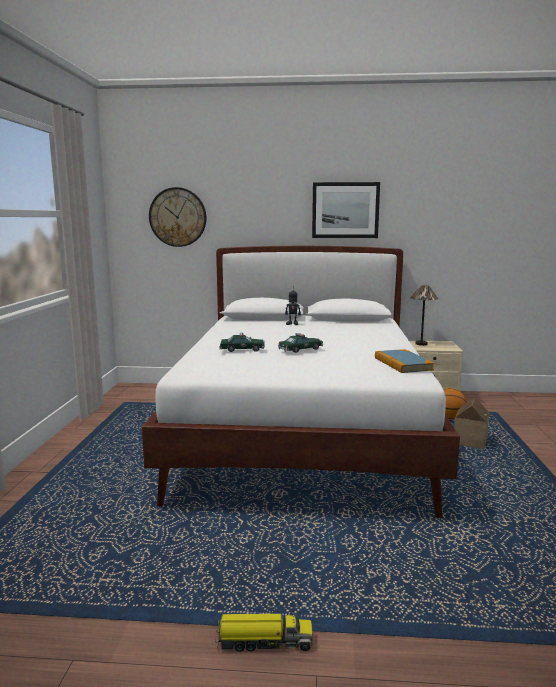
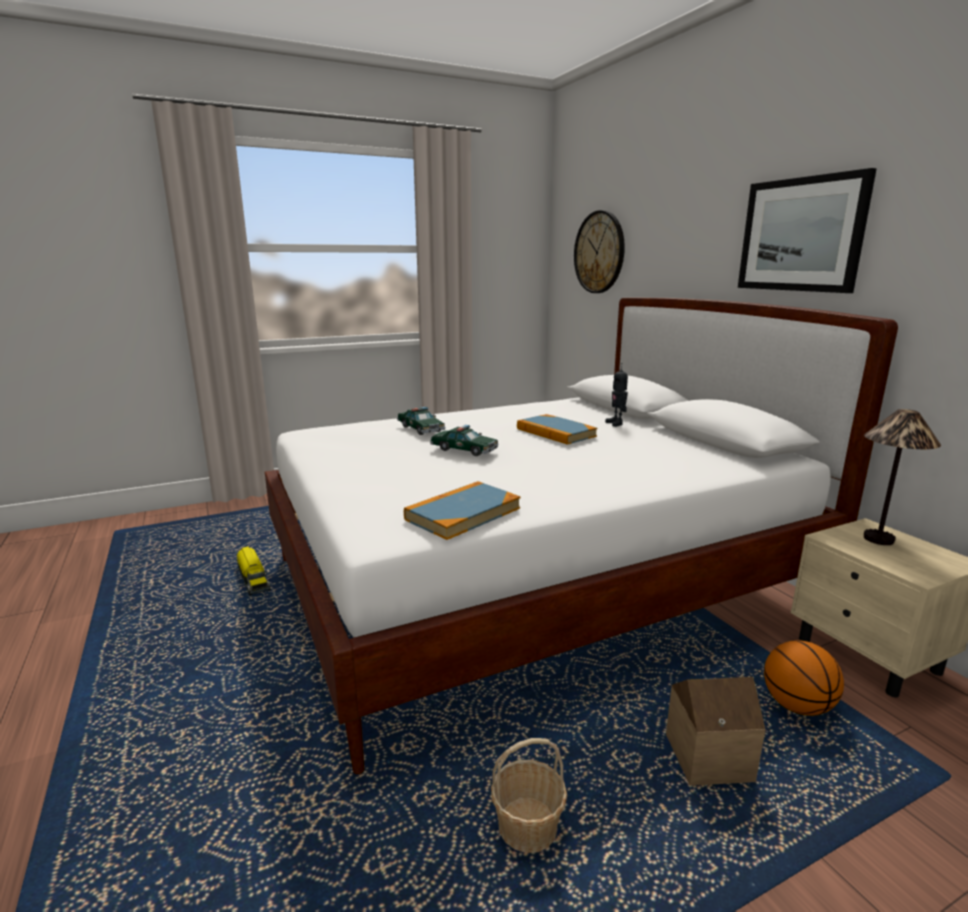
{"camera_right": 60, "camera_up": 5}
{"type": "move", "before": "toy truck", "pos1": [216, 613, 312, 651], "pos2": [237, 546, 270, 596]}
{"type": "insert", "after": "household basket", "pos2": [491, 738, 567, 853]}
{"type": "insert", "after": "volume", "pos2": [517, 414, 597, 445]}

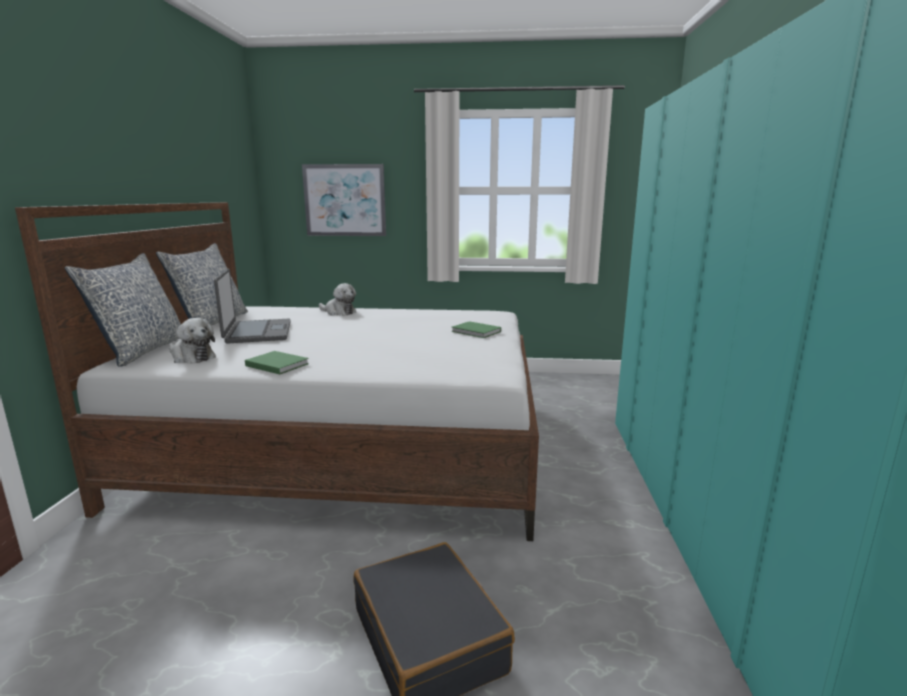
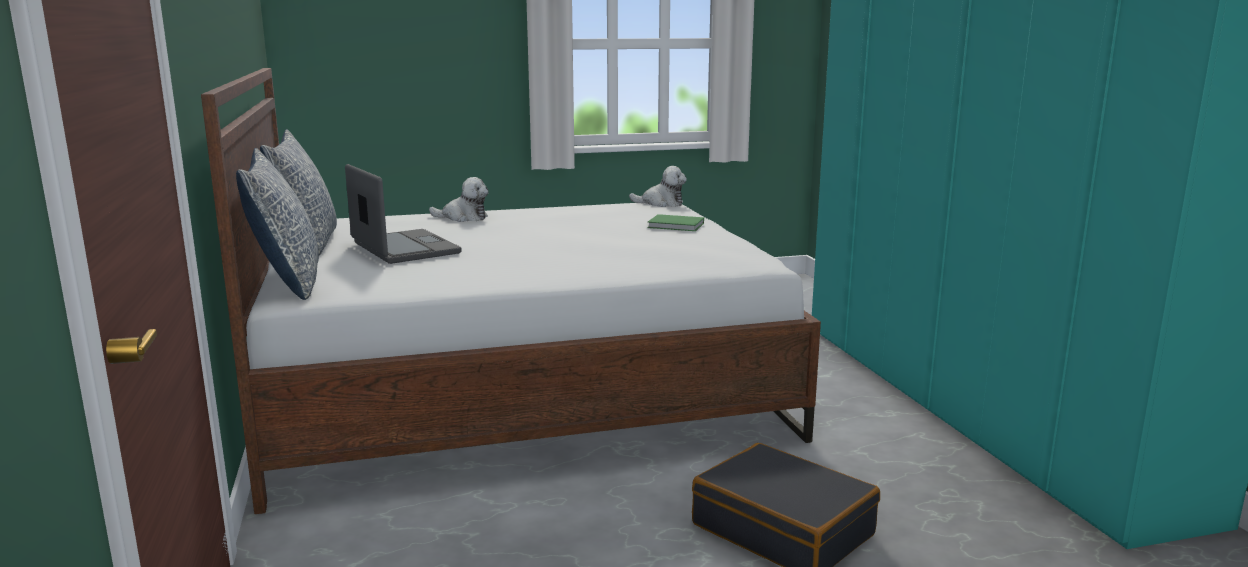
{"camera_right": -20, "camera_up": 0}
{"type": "move", "before": "soft toy", "pos1": [169, 318, 216, 364], "pos2": [629, 166, 687, 207]}
{"type": "delete", "before": "green-coloured volume", "pos1": [245, 351, 309, 375]}
{"type": "delete", "before": "wall art", "pos1": [302, 164, 386, 236]}

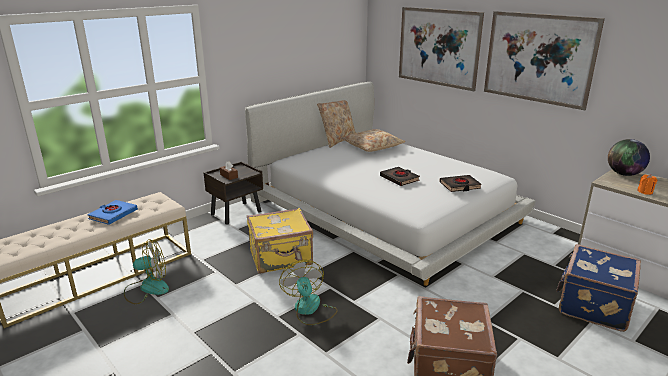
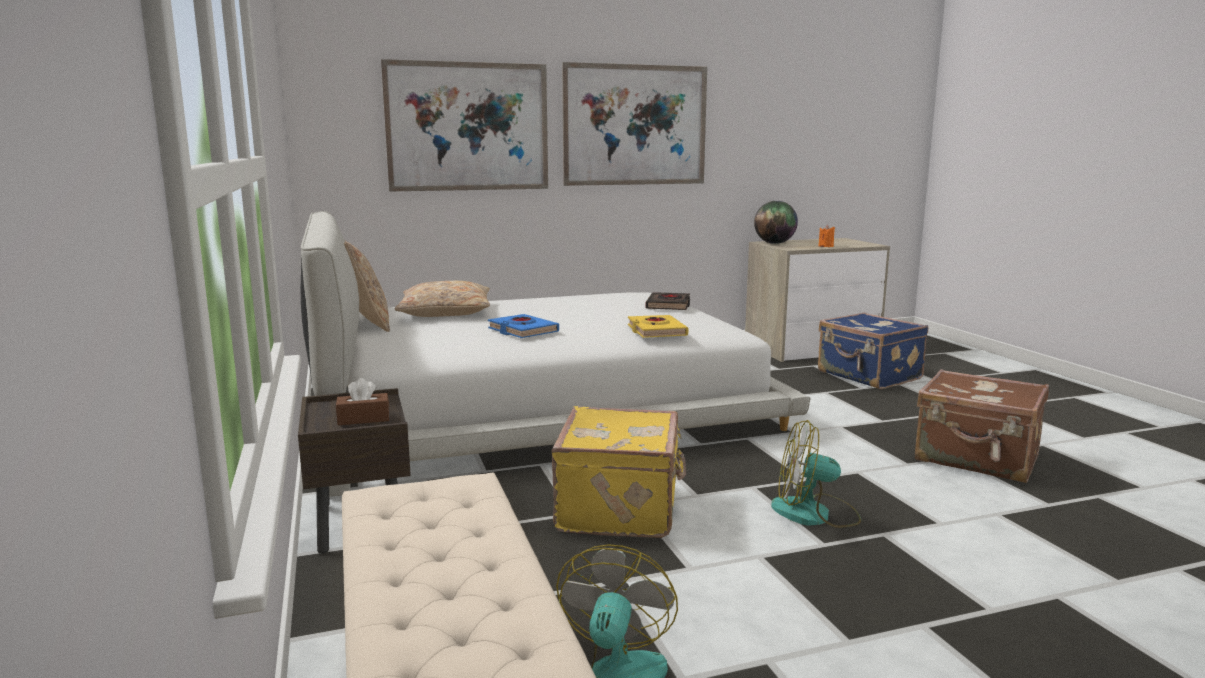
{"camera_right": -65, "camera_up": -10}
{"type": "move", "before": "bluish volume", "pos1": [87, 200, 138, 225], "pos2": [488, 314, 559, 338]}
{"type": "delete", "before": "blackish volume", "pos1": [380, 167, 420, 186]}
{"type": "insert", "after": "yellow volume", "pos2": [628, 315, 688, 338]}

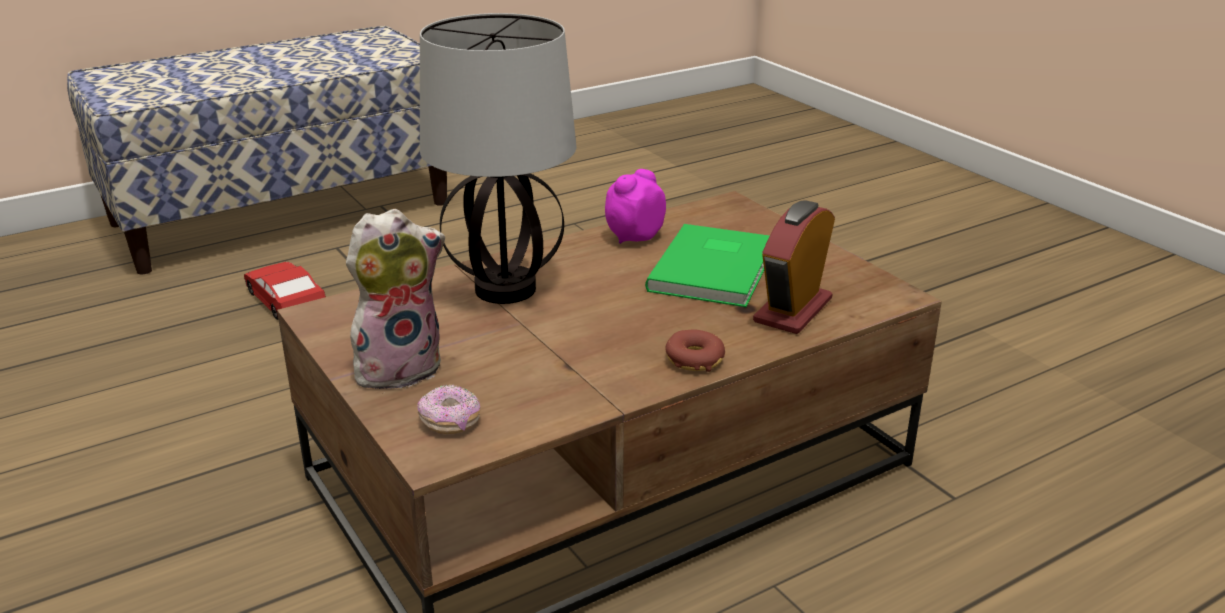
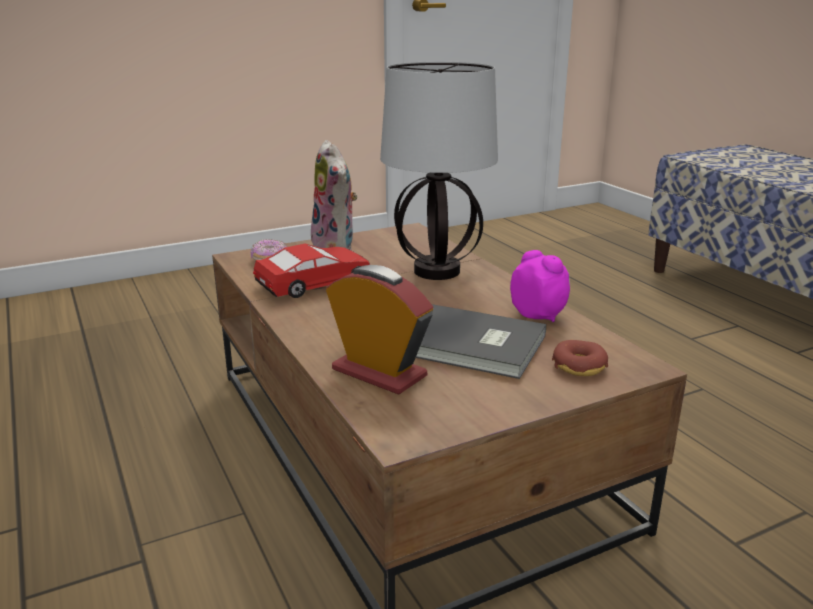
{"camera_right": 95, "camera_up": -5}
{"type": "move", "before": "model car", "pos1": [244, 262, 326, 320], "pos2": [253, 243, 370, 298]}
{"type": "recolor", "before": "green-coloured volume", "after": "greyish volume", "pos1": [645, 224, 769, 307], "pos2": [416, 304, 546, 379]}
{"type": "move", "before": "ring doughnut", "pos1": [665, 329, 725, 372], "pos2": [552, 340, 608, 376]}

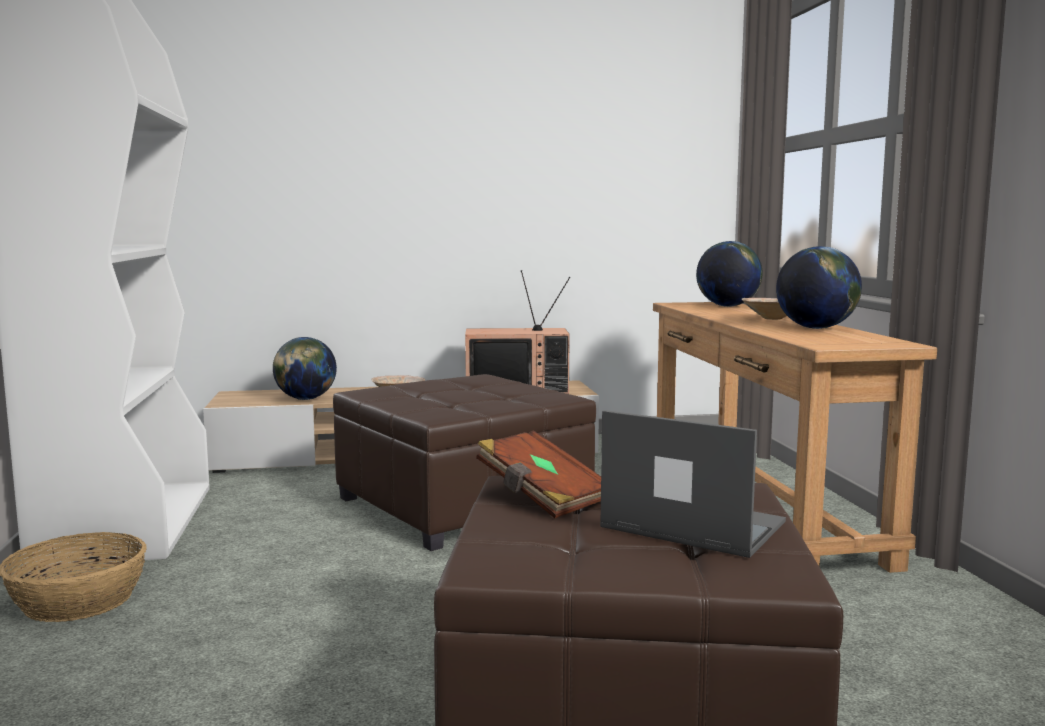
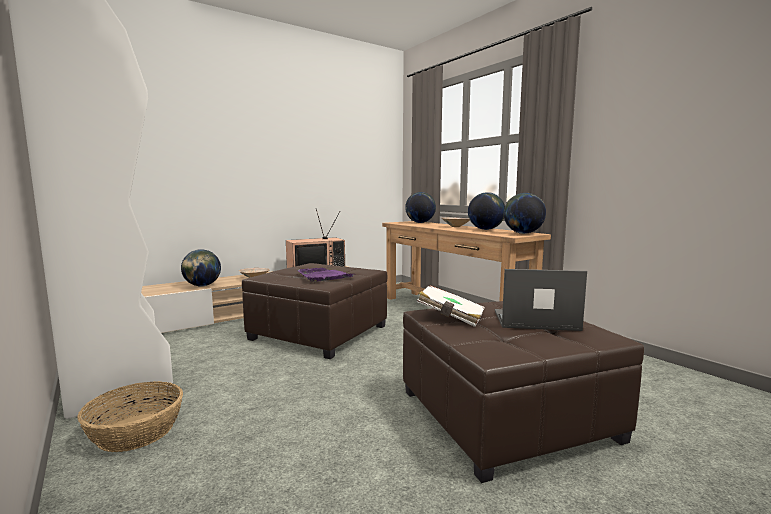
{"camera_right": -25, "camera_up": 0}
{"type": "recolor", "before": "brown volume", "after": "white volume", "pos1": [476, 430, 601, 518], "pos2": [417, 285, 485, 327]}
{"type": "insert", "after": "purple-coloured serving tray", "pos2": [298, 268, 354, 282]}
{"type": "insert", "after": "world globe", "pos2": [504, 193, 546, 234]}

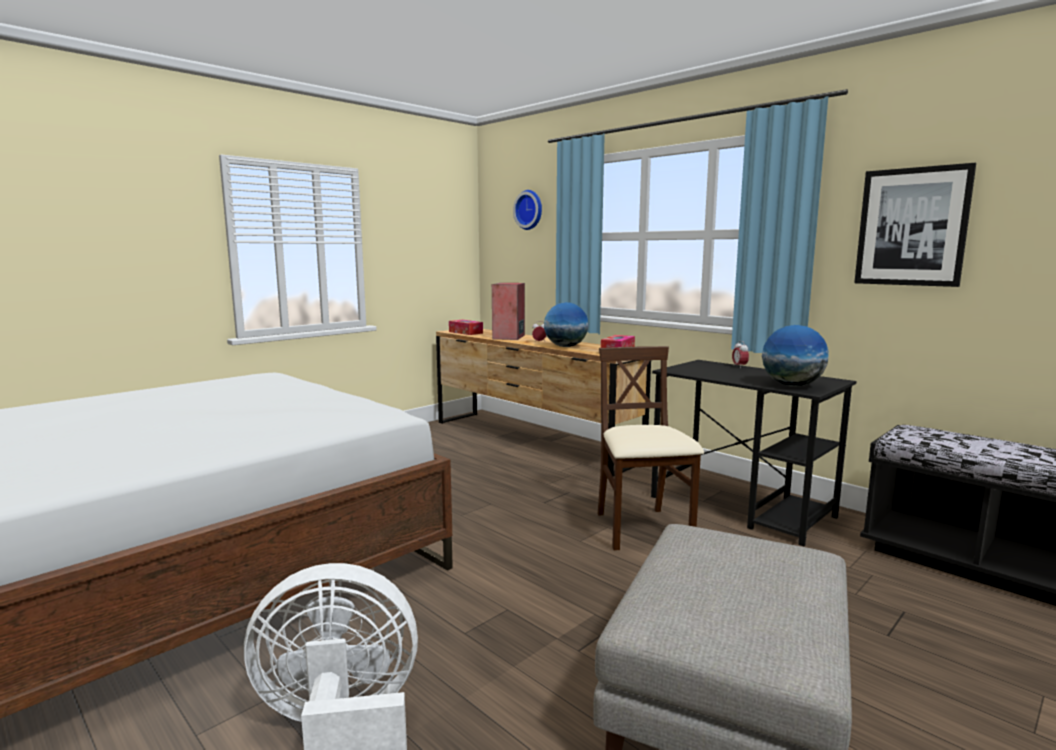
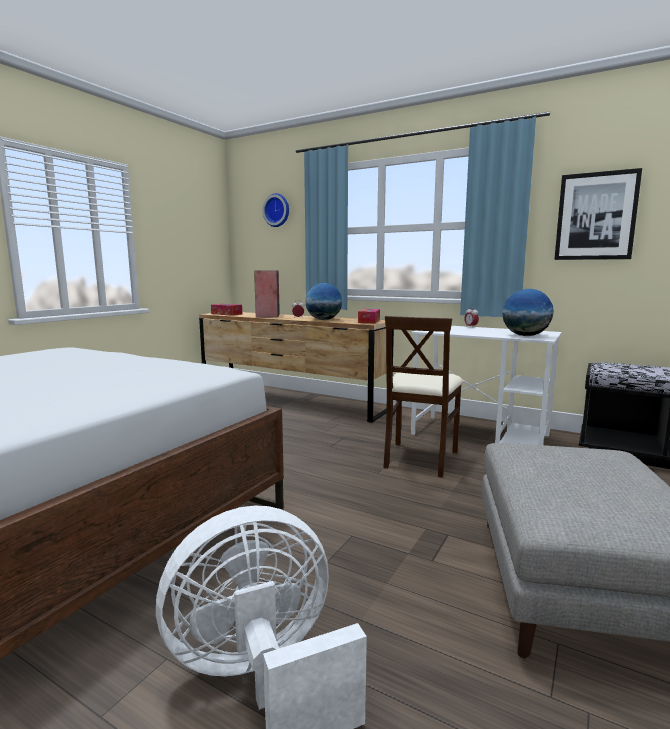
{"camera_right": -15, "camera_up": 0}
{"type": "rotate", "before": "beige plain chair", "pos1": [598, 346, 704, 551], "pos2": [383, 316, 463, 478], "turn": -135}
{"type": "recolor", "before": "blackish desk table", "after": "white desk table", "pos1": [651, 360, 856, 546], "pos2": [411, 326, 562, 445]}

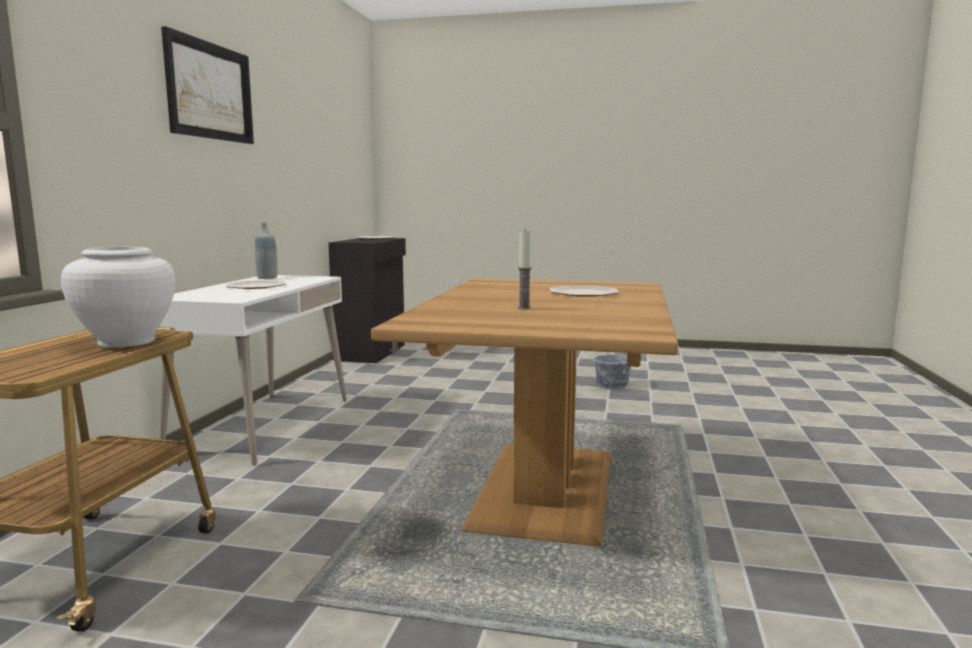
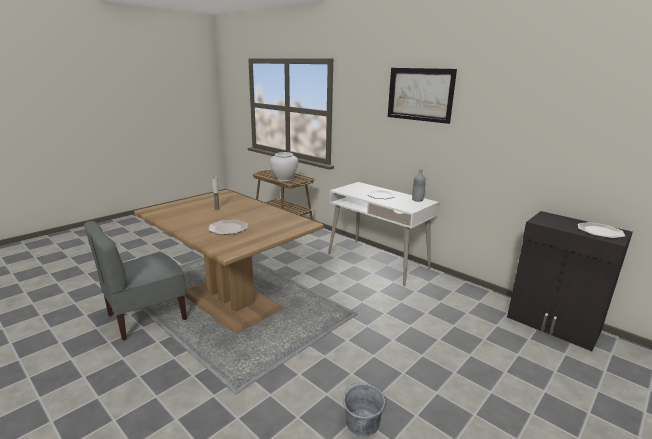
{"camera_right": 120, "camera_up": 10}
{"type": "insert", "after": "greyish plain chair", "pos2": [84, 221, 187, 340]}

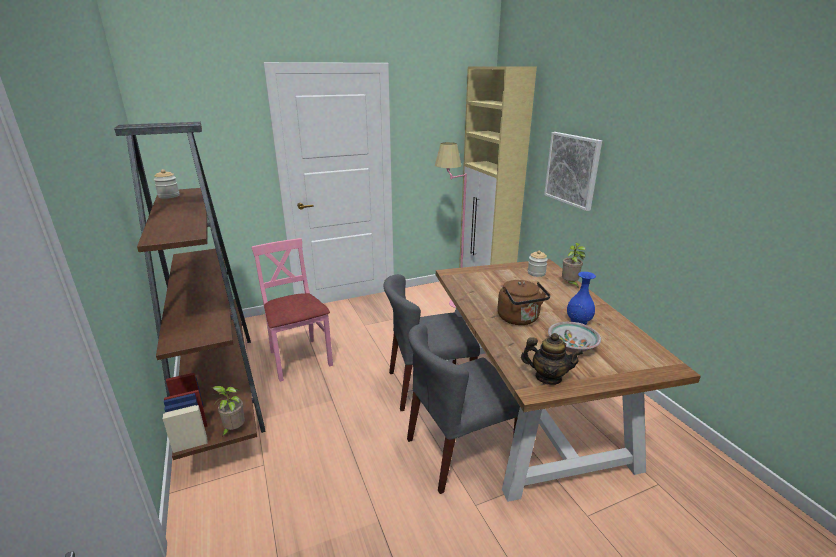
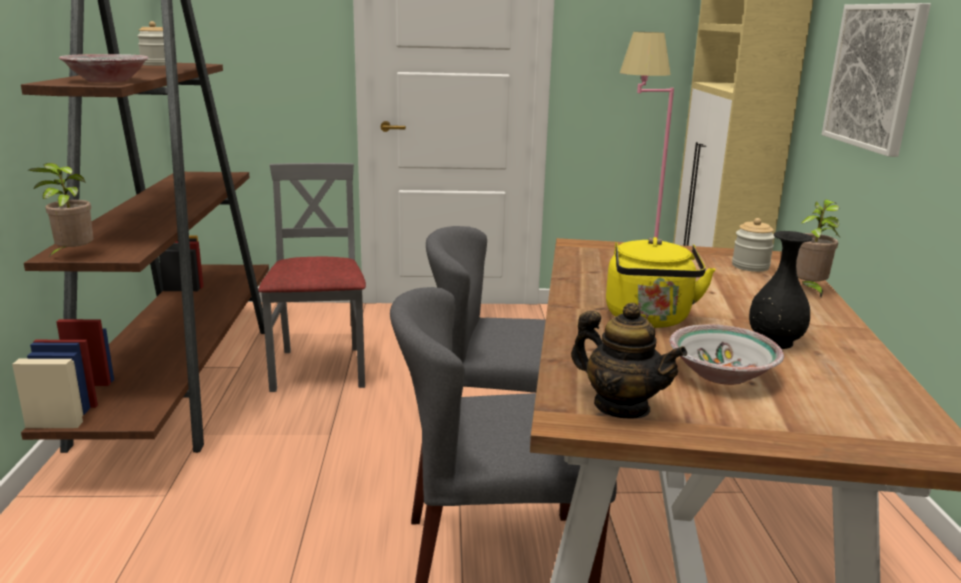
{"camera_right": 20, "camera_up": -5}
{"type": "move", "before": "plant in a pot", "pos1": [212, 386, 245, 438], "pos2": [28, 163, 93, 259]}
{"type": "recolor", "before": "pinkish plain chair", "after": "greyish plain chair", "pos1": [251, 238, 333, 382], "pos2": [258, 163, 366, 392]}
{"type": "recolor", "before": "brown kettle", "after": "yellow kettle", "pos1": [497, 280, 550, 325], "pos2": [606, 237, 715, 328]}
{"type": "recolor", "before": "bluish vase", "after": "blackish vase", "pos1": [567, 272, 596, 325], "pos2": [749, 231, 812, 349]}
{"type": "insert", "after": "bowl", "pos2": [59, 54, 149, 83]}

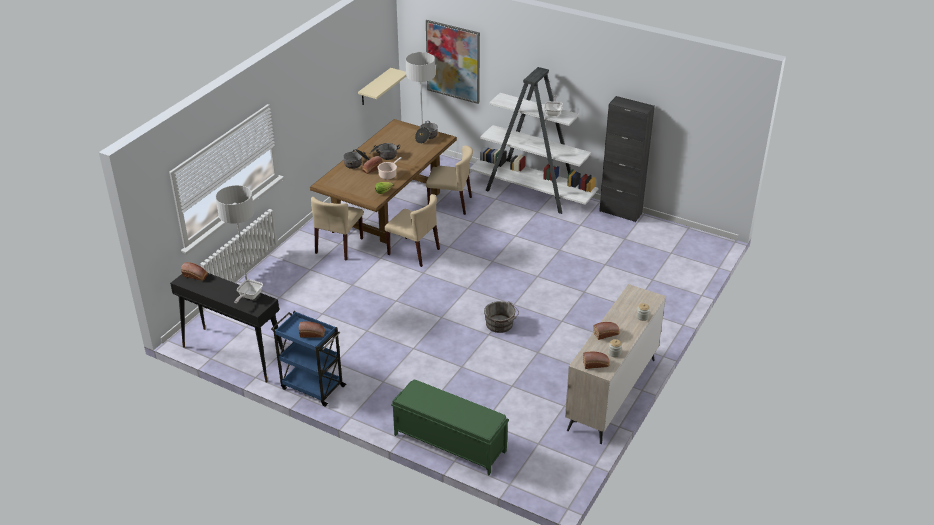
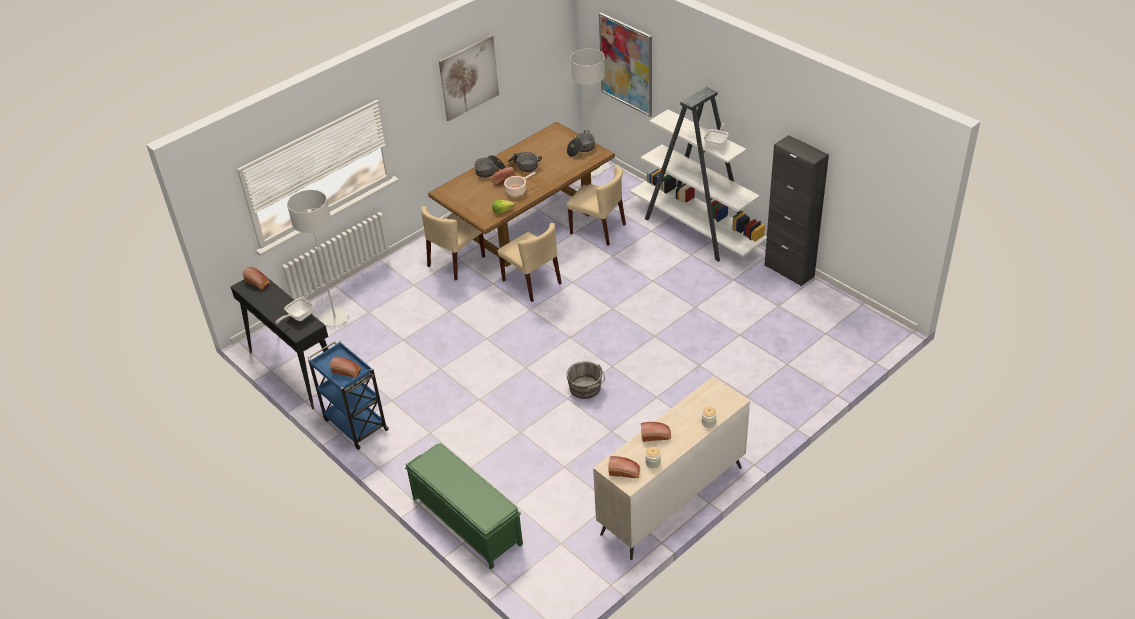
{"camera_right": 20, "camera_up": 5}
{"type": "delete", "before": "beige shelf", "pos1": [358, 68, 406, 105]}
{"type": "insert", "after": "wall art", "pos2": [439, 35, 499, 121]}

